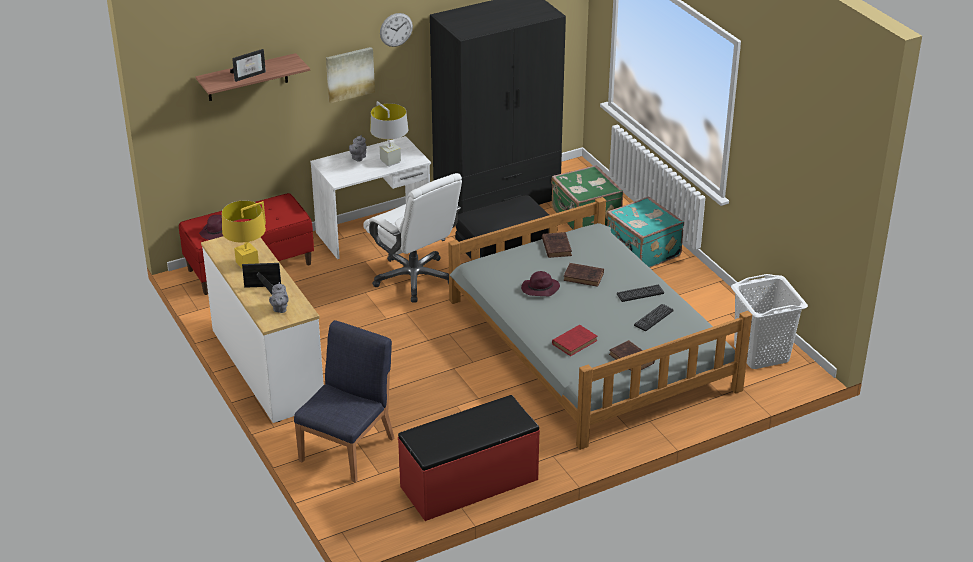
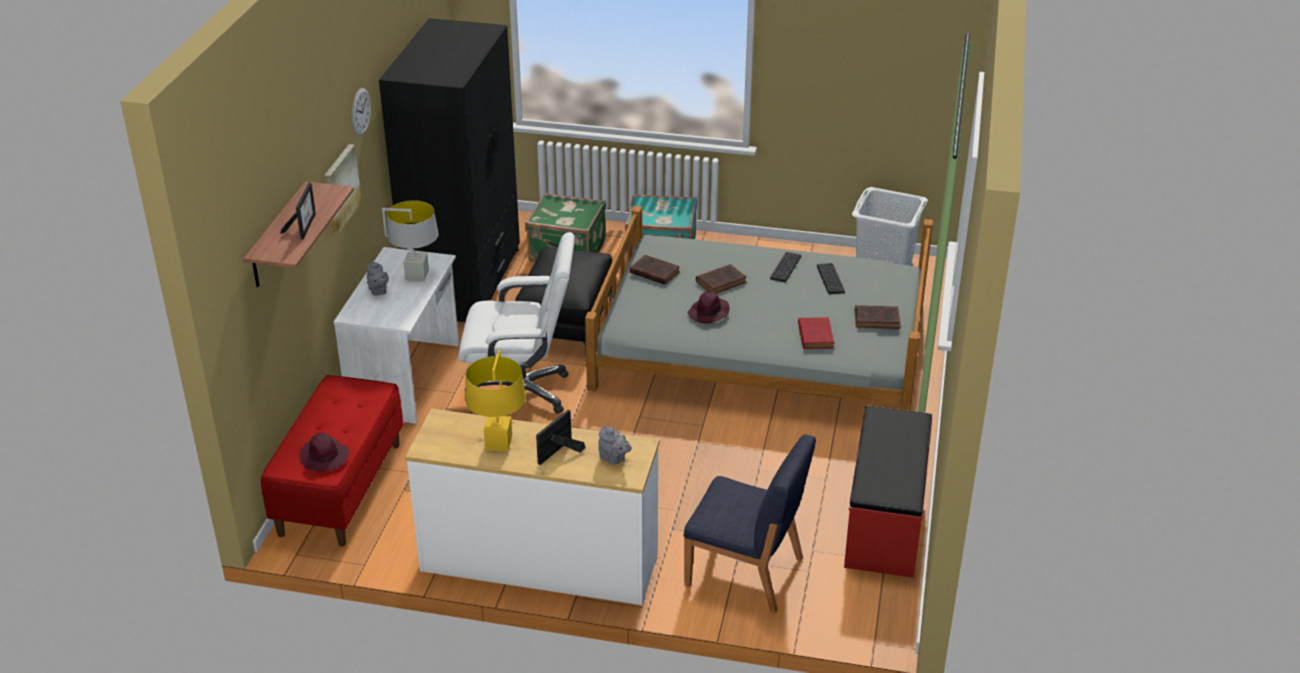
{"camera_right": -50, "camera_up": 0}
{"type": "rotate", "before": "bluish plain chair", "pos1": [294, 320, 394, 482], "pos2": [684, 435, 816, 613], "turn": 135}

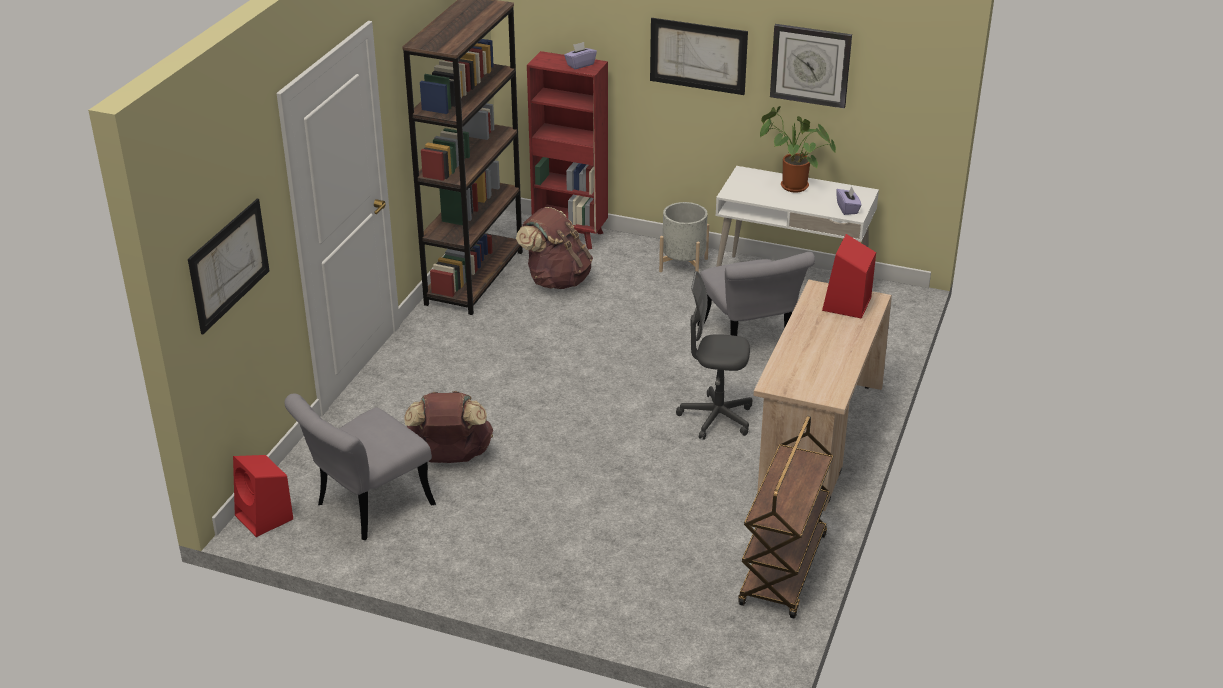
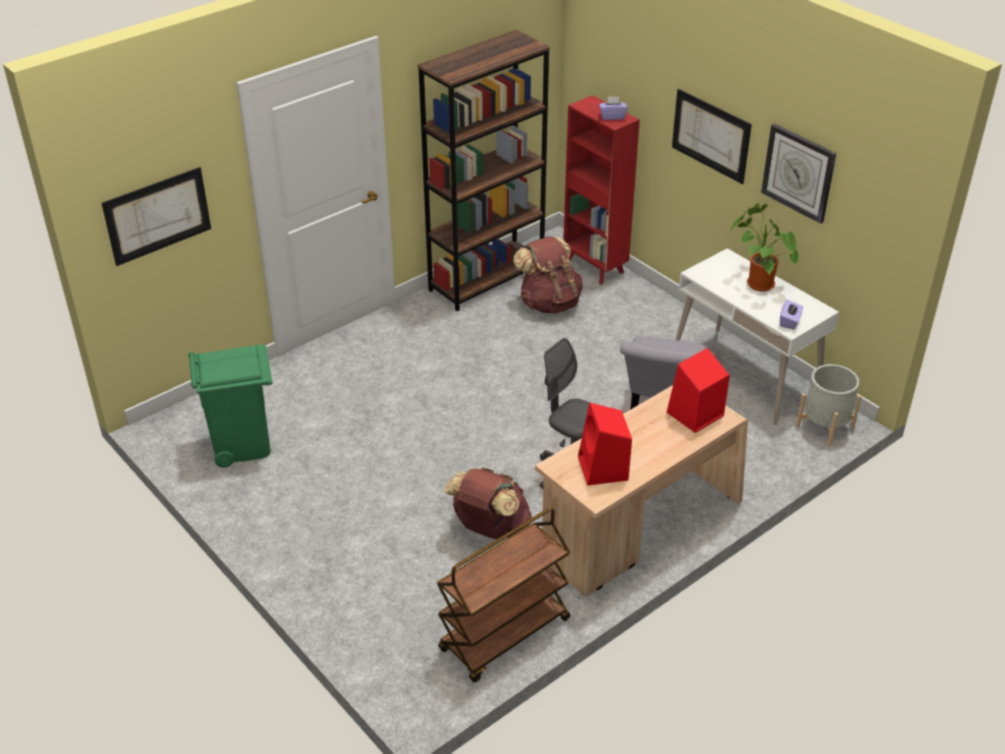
{"camera_right": 30, "camera_up": 5}
{"type": "move", "before": "reddish speaker", "pos1": [233, 455, 293, 537], "pos2": [578, 403, 632, 486]}
{"type": "replace", "before": "greyish plain chair", "after": "green-coloured waste bin", "pos1": [284, 393, 436, 540], "pos2": [188, 344, 272, 467]}
{"type": "move", "before": "brown backpack", "pos1": [404, 391, 493, 463], "pos2": [444, 468, 532, 539]}
{"type": "move", "before": "greyish flower pot", "pos1": [659, 202, 709, 273], "pos2": [796, 364, 862, 447]}

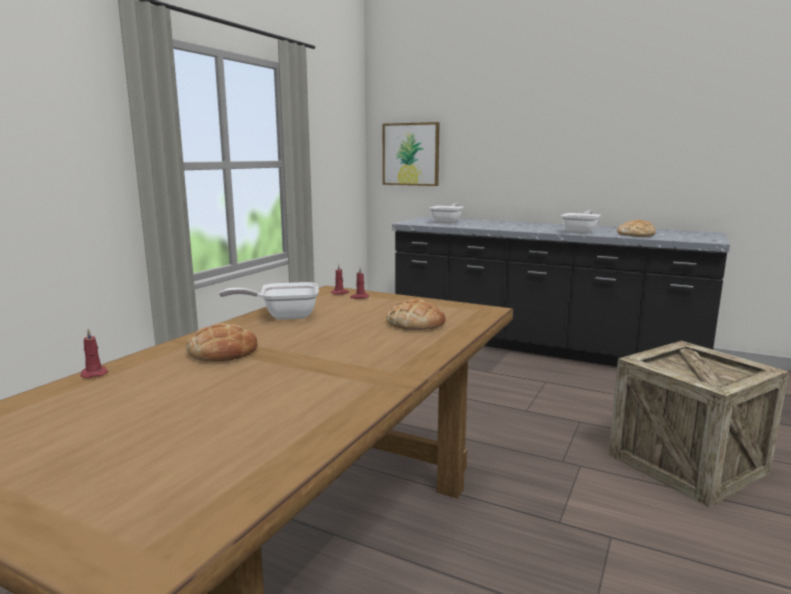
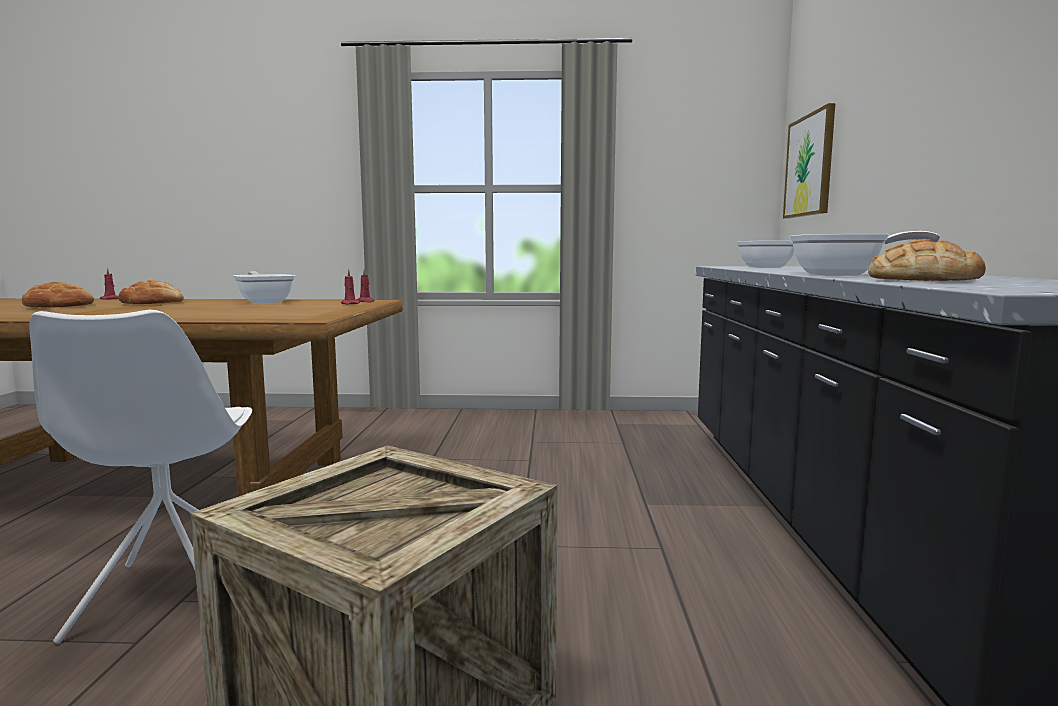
{"camera_right": 65, "camera_up": -5}
{"type": "move", "before": "bakery bread", "pos1": [386, 299, 446, 330], "pos2": [22, 282, 94, 307]}
{"type": "insert", "after": "white plain chair", "pos2": [29, 310, 252, 644]}

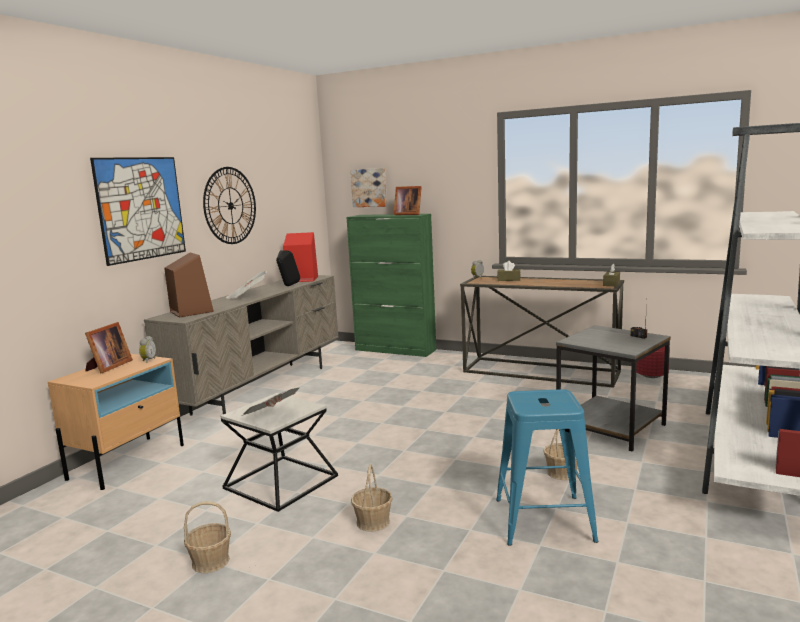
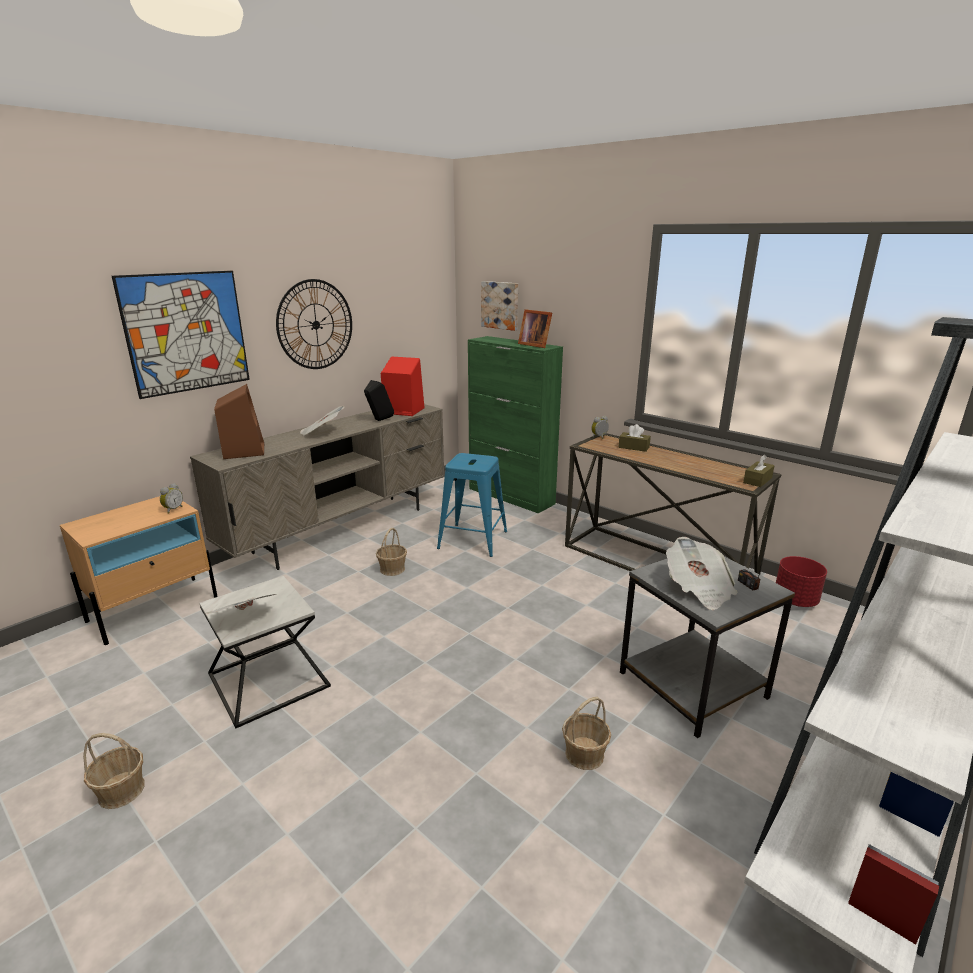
{"camera_right": 15, "camera_up": 10}
{"type": "delete", "before": "photo frame", "pos1": [85, 322, 133, 374]}
{"type": "move", "before": "household basket", "pos1": [351, 464, 393, 532], "pos2": [376, 528, 407, 576]}
{"type": "move", "before": "bluish stool seat", "pos1": [496, 389, 598, 546], "pos2": [437, 453, 507, 557]}
{"type": "insert", "after": "printed paper", "pos2": [666, 537, 738, 610]}

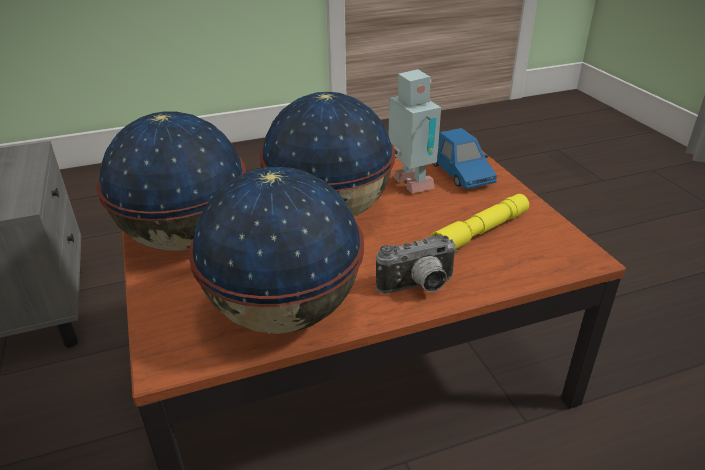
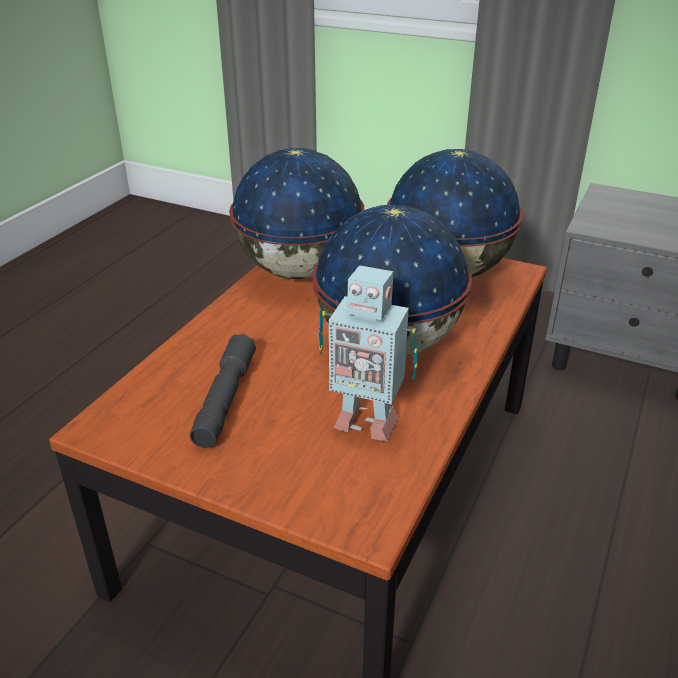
{"camera_right": 135, "camera_up": 0}
{"type": "delete", "before": "photo camera", "pos1": [376, 235, 457, 294]}
{"type": "recolor", "before": "yellow flashlight", "after": "greyish flashlight", "pos1": [431, 194, 529, 250], "pos2": [190, 334, 256, 448]}
{"type": "delete", "before": "bluish model car", "pos1": [433, 128, 497, 189]}

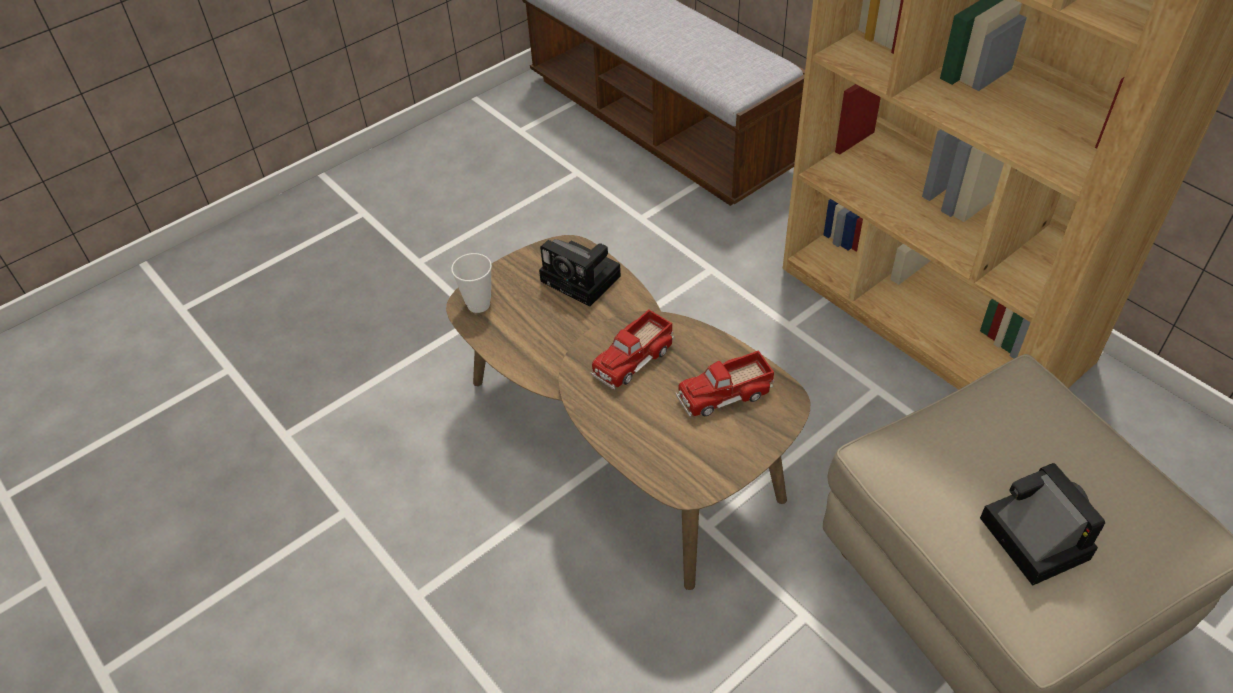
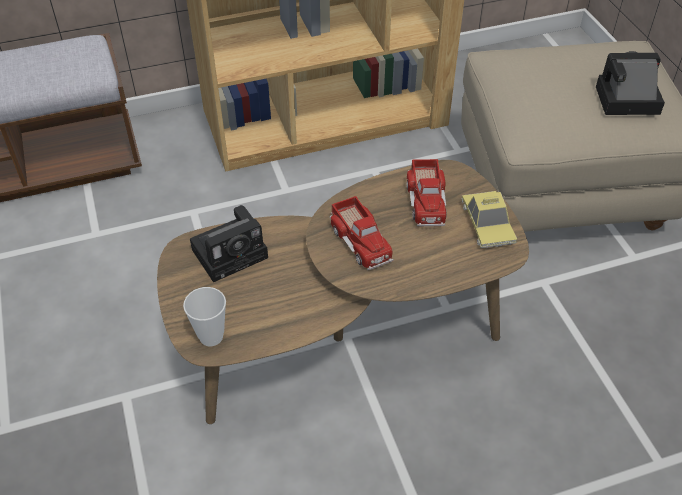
{"camera_right": -70, "camera_up": 0}
{"type": "insert", "after": "model car", "pos2": [462, 191, 517, 248]}

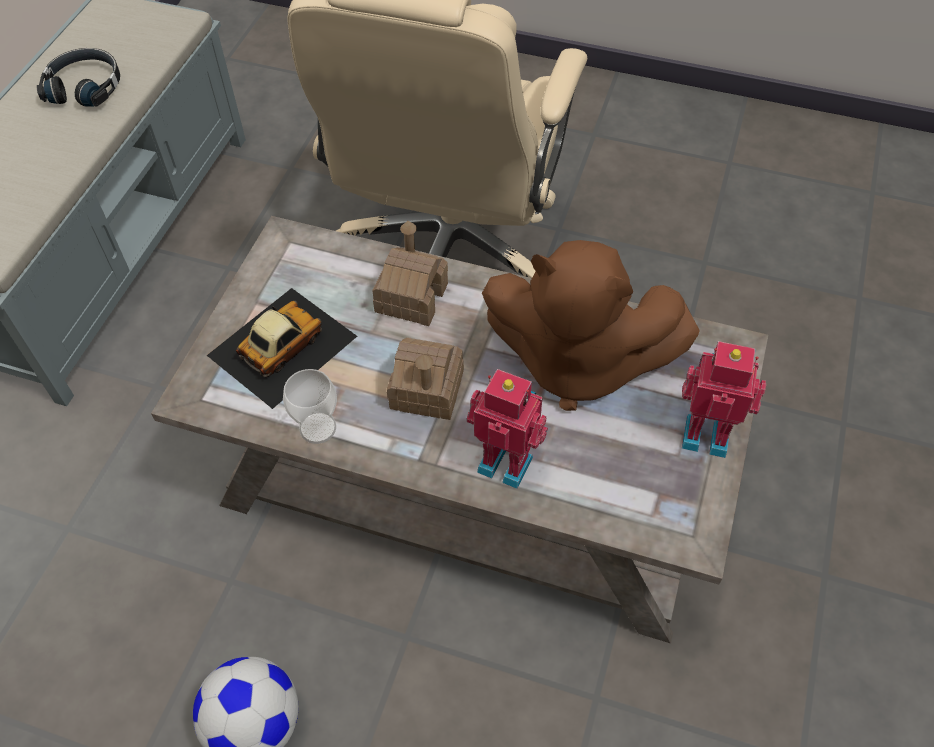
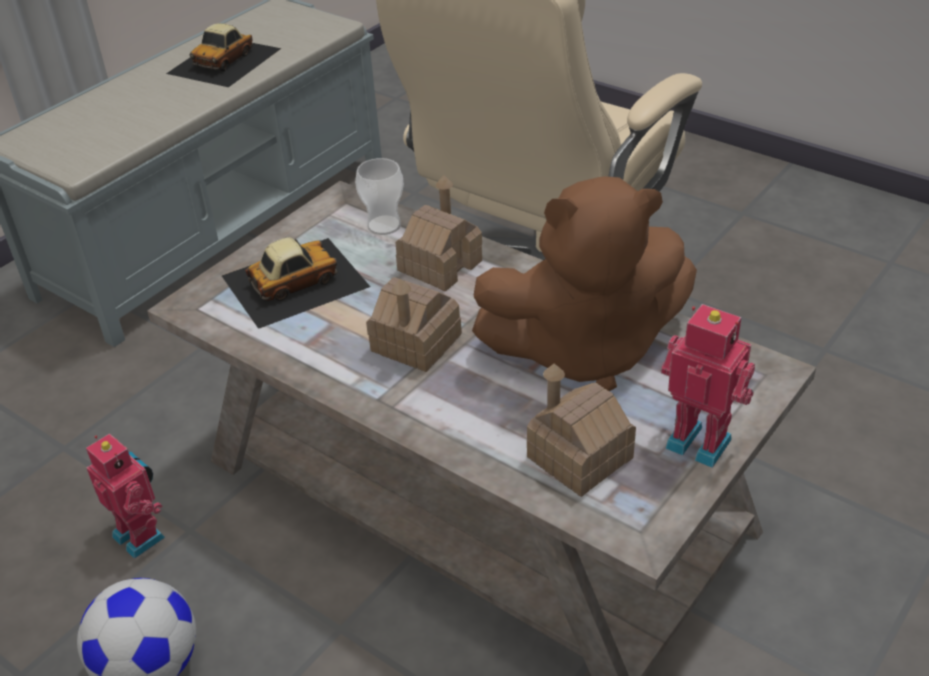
{"camera_right": 20, "camera_up": -15}
{"type": "replace", "before": "blackish headphones", "after": "model car", "pos1": [37, 48, 120, 107], "pos2": [166, 23, 282, 87]}
{"type": "move", "before": "cup", "pos1": [283, 369, 337, 444], "pos2": [355, 158, 404, 235]}
{"type": "move", "before": "robot figure", "pos1": [467, 369, 548, 489], "pos2": [86, 433, 165, 559]}
{"type": "rotate", "before": "brown soft toy", "pos1": [482, 240, 700, 411], "pos2": [472, 176, 697, 391], "turn": -45}
{"type": "insert", "after": "miniature house", "pos2": [527, 364, 636, 497]}

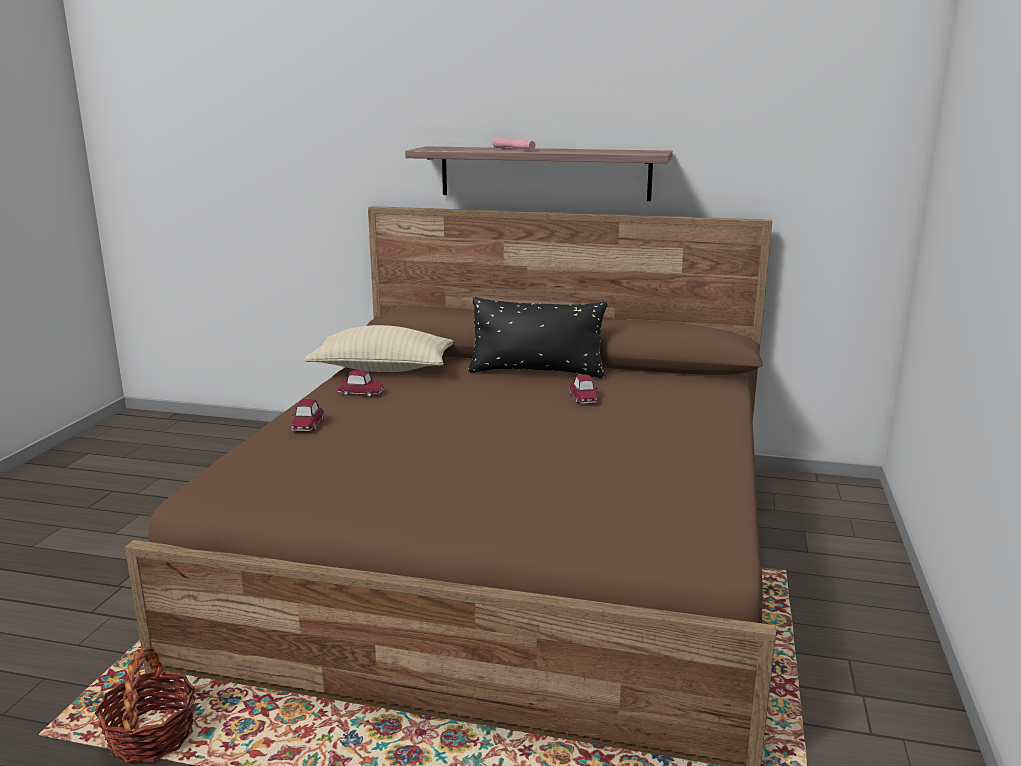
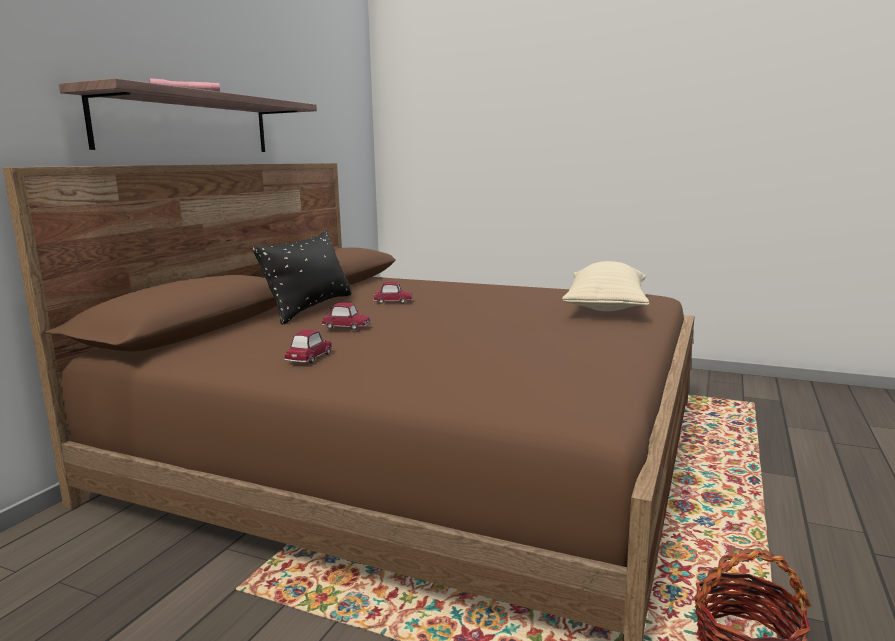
{"camera_right": -80, "camera_up": -5}
{"type": "move", "before": "model car", "pos1": [290, 399, 324, 431], "pos2": [322, 303, 371, 330]}
{"type": "move", "before": "beige pillow", "pos1": [304, 325, 453, 372], "pos2": [562, 261, 649, 311]}

